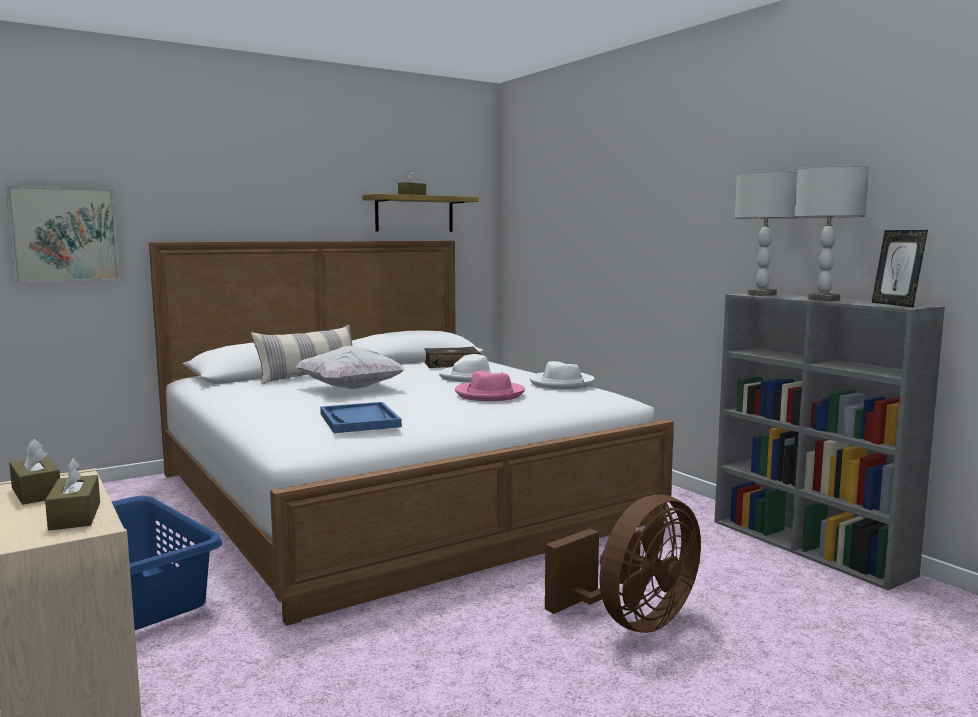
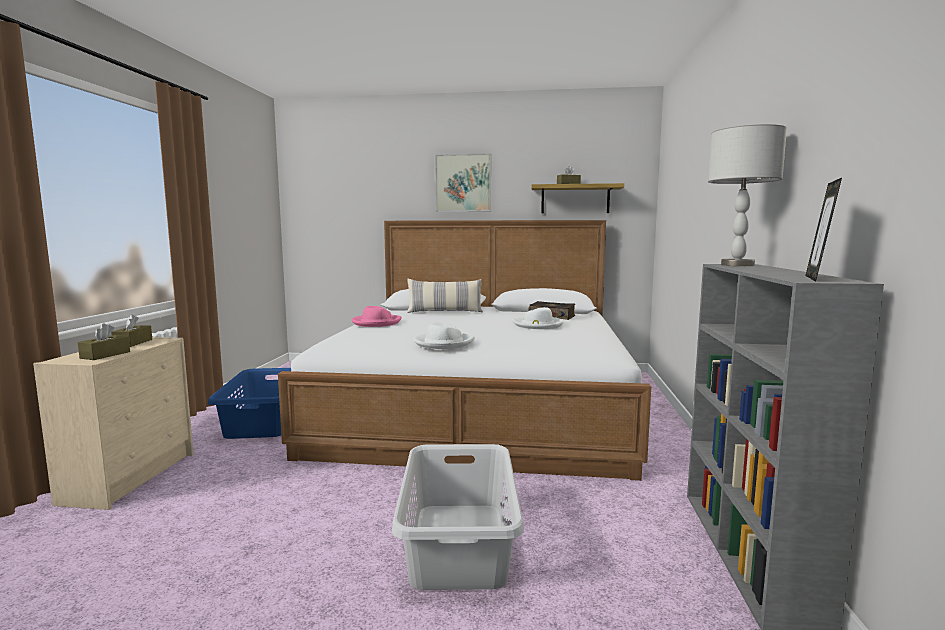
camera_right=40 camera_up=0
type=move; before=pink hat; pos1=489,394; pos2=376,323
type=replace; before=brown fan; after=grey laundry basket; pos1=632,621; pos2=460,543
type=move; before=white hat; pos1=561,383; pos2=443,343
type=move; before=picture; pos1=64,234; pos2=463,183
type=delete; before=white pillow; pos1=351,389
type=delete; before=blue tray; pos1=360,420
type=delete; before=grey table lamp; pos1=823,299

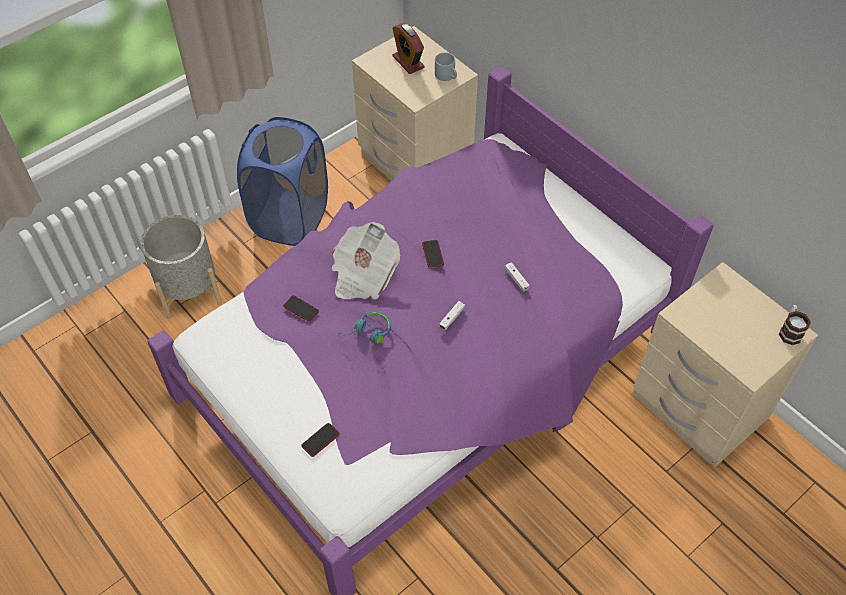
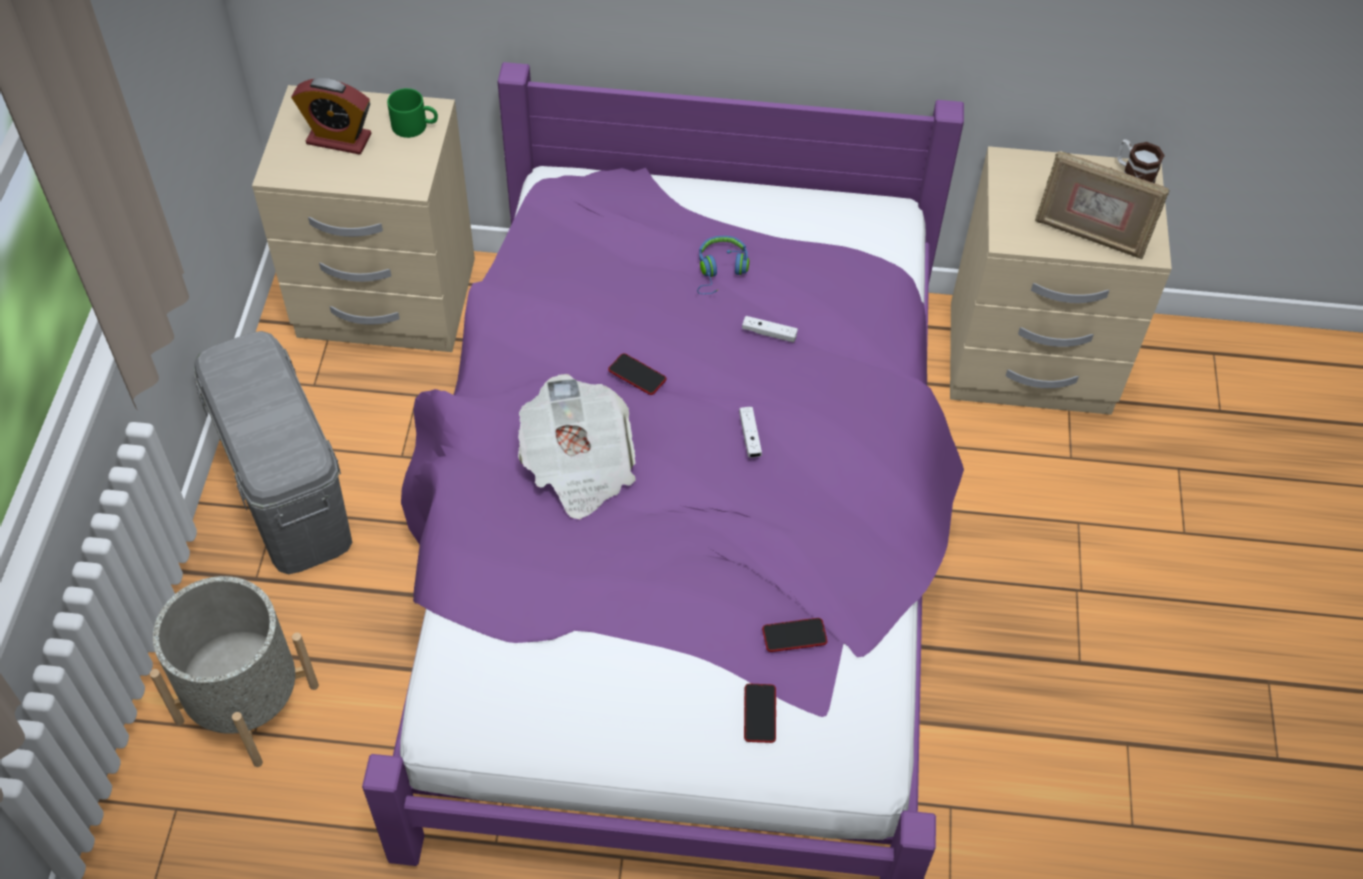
camera_right=-45 camera_up=0
type=replace; before=blue laundry basket; after=grey storage box; pos1=290,219; pos2=289,495
type=recolor; before=grey mug; after=green mug; pos1=447,76; pos2=415,125
type=move; before=blue headphones; pos1=368,333; pos2=721,271
type=move; before=phone; pos1=301,309; pos2=794,635
type=insert; after=picture frame; pos2=1089,236

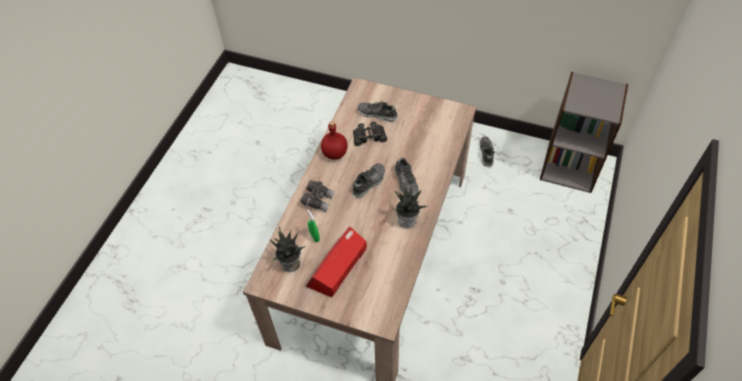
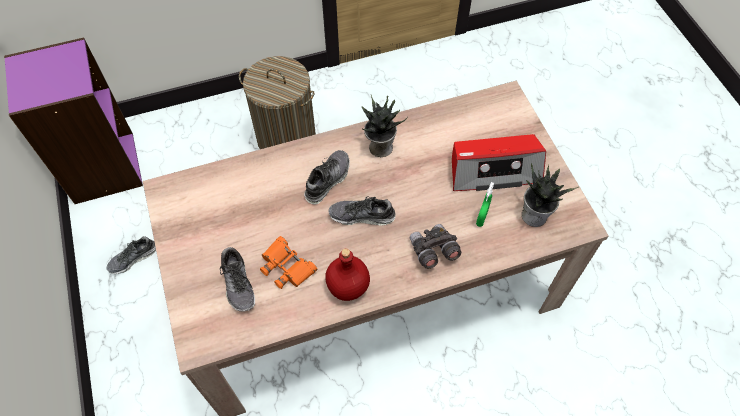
camera_right=-130 camera_up=5
type=recolor; before=grey bookcase; after=purple bookcase; pos1=569,167; pos2=103,168
type=insert; after=laundry basket; pos2=286,138
type=recolor; before=black binoculars; after=orange binoculars; pos1=369,136; pos2=287,266

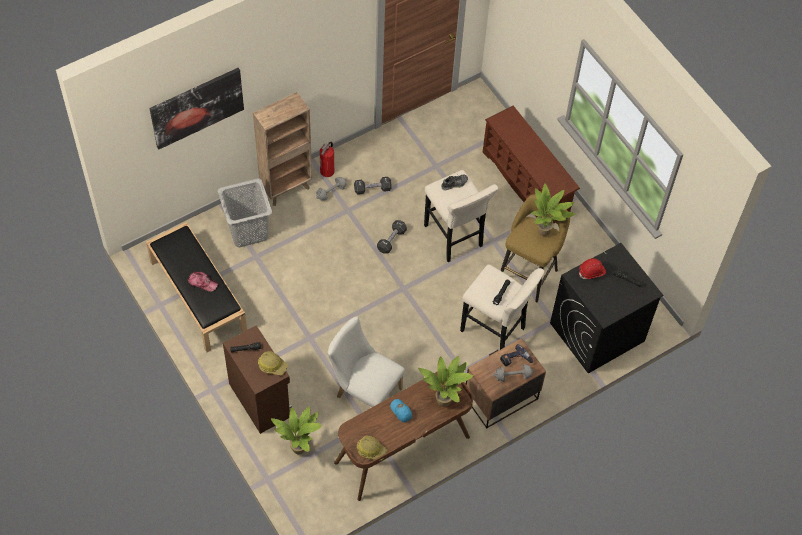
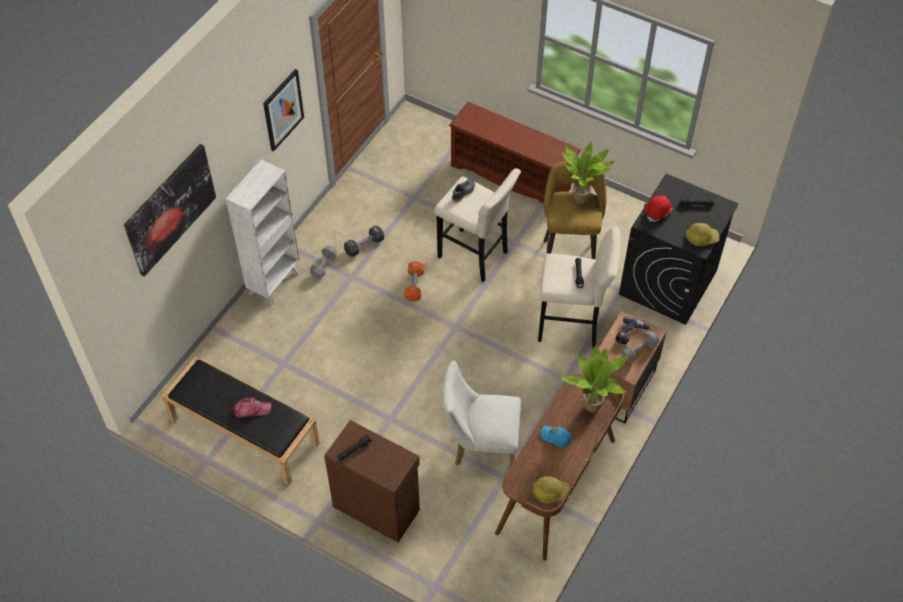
camera_right=-25 camera_up=-5
type=recolor; before=brown bookcase; after=white bookcase; pos1=286,188; pos2=275,282
type=insert; after=picture; pos2=283,110
type=recolor; before=black dumbbell; after=orange dumbbell; pos1=391,240; pos2=414,286
type=move; before=hard hat; pos1=272,365; pos2=701,237
type=delete; before=grey laundry basket; pos1=247,230
type=delete; before=potted plant; pos1=300,447
type=delete; before=fire extinguisher; pos1=327,171

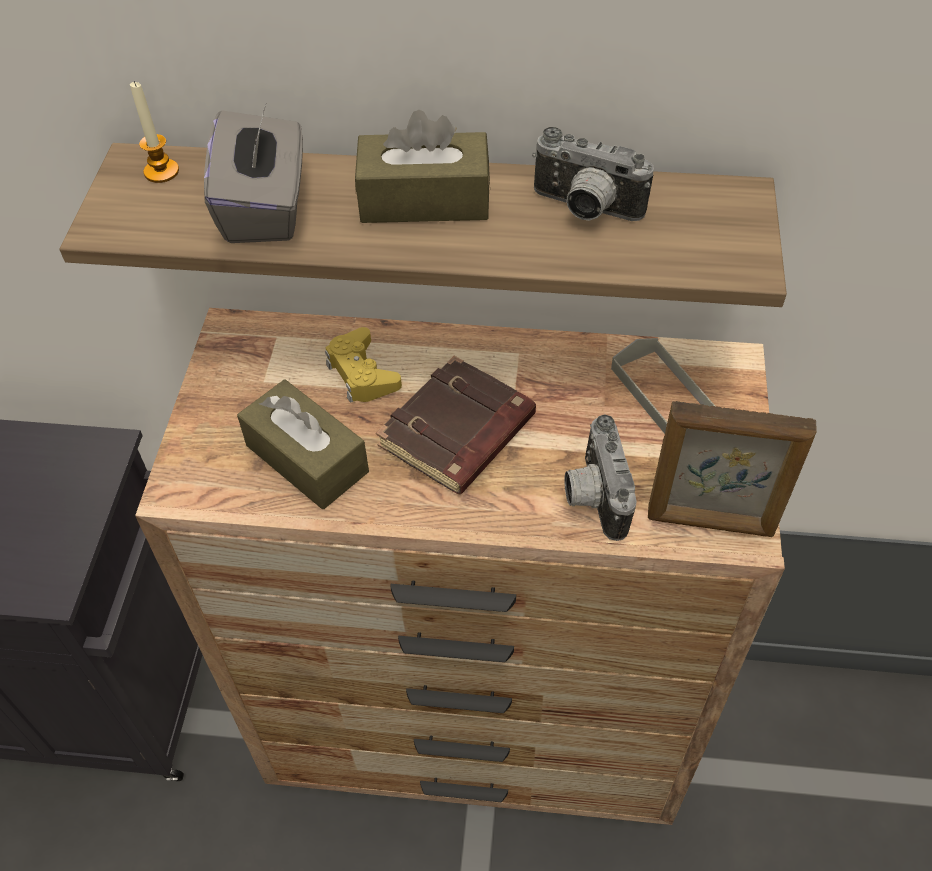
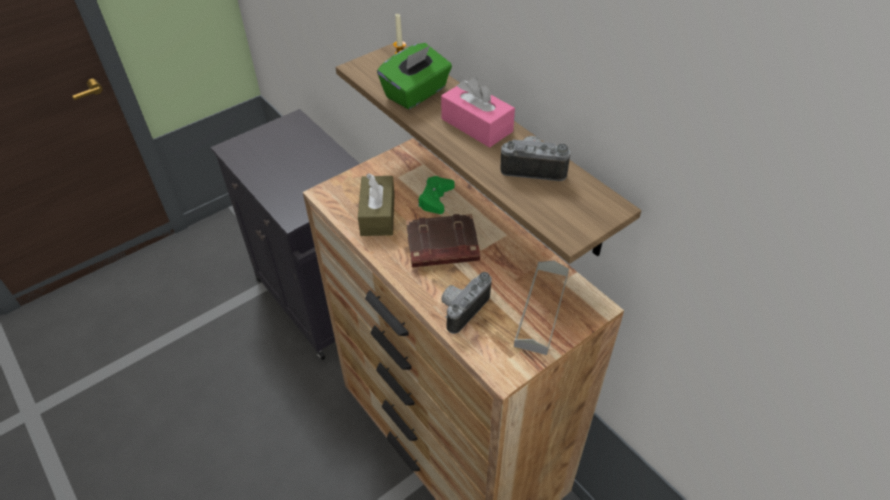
camera_right=45 camera_up=-5
type=recolor; before=grey tissue box; after=green tissue box; pos1=265,208; pos2=416,93
type=recolor; before=yellow game controller; after=green game controller; pos1=362,373; pos2=435,199
type=recolor; before=brown tissue box; after=pink tissue box; pos1=424,200; pos2=476,125
type=rotate; before=photo camera; pos1=584,210; pos2=533,168; turn=120
type=delete; before=picture frame; pos1=710,523

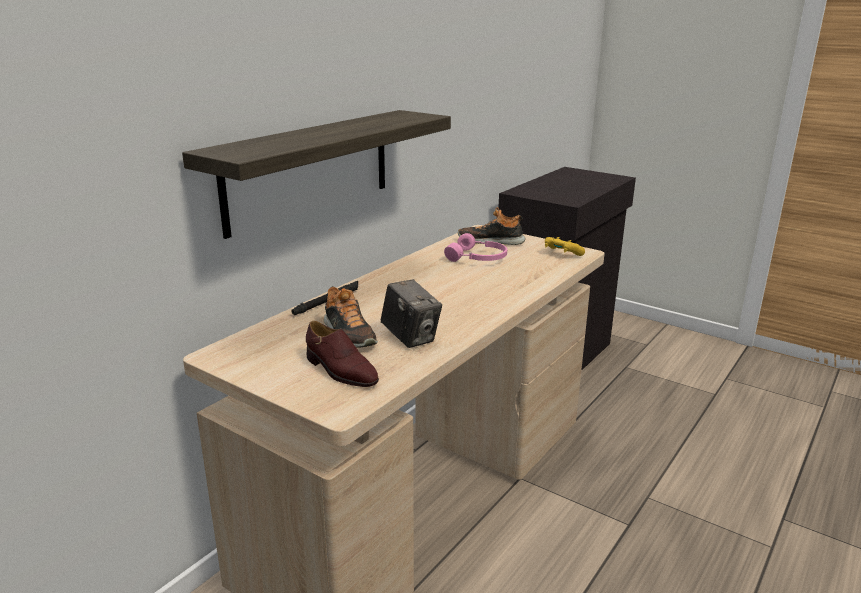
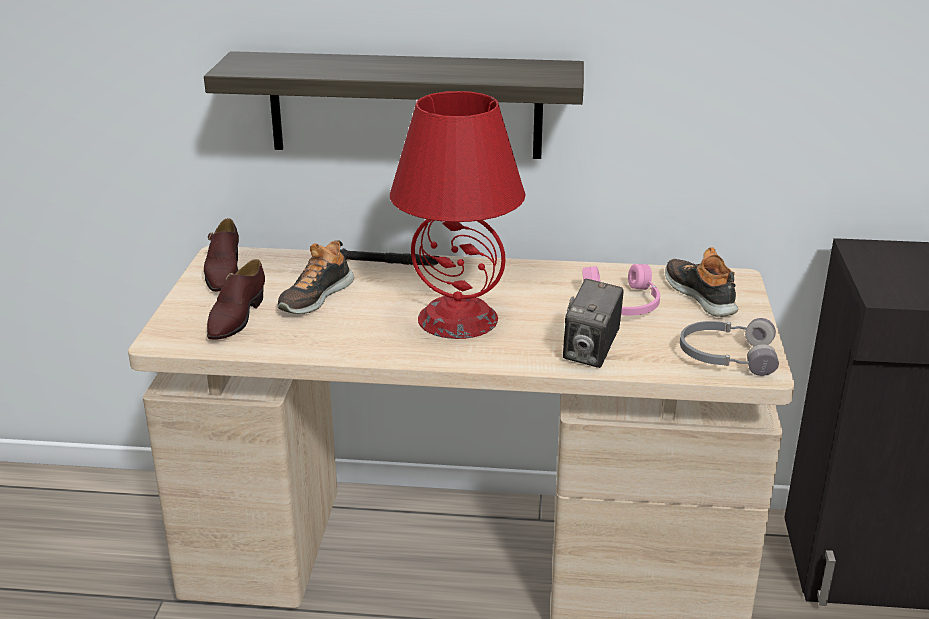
camera_right=60 camera_up=5
type=insert; after=brown shoe; pos2=223,272
type=insert; after=red table lamp; pos2=457,319
type=move; before=photo camera; pos1=410,338; pos2=591,353
type=replace; before=yellow game controller; after=grey headphones; pos1=561,254; pos2=726,356

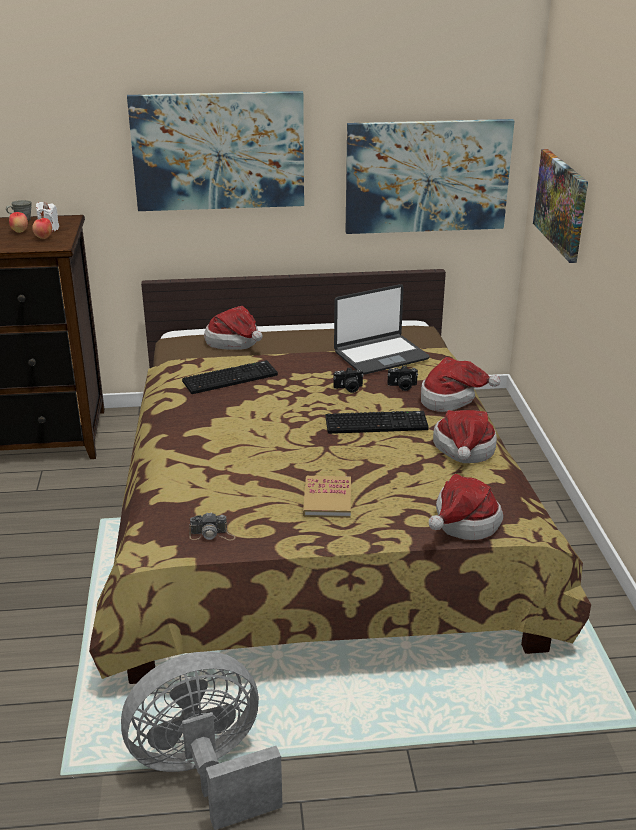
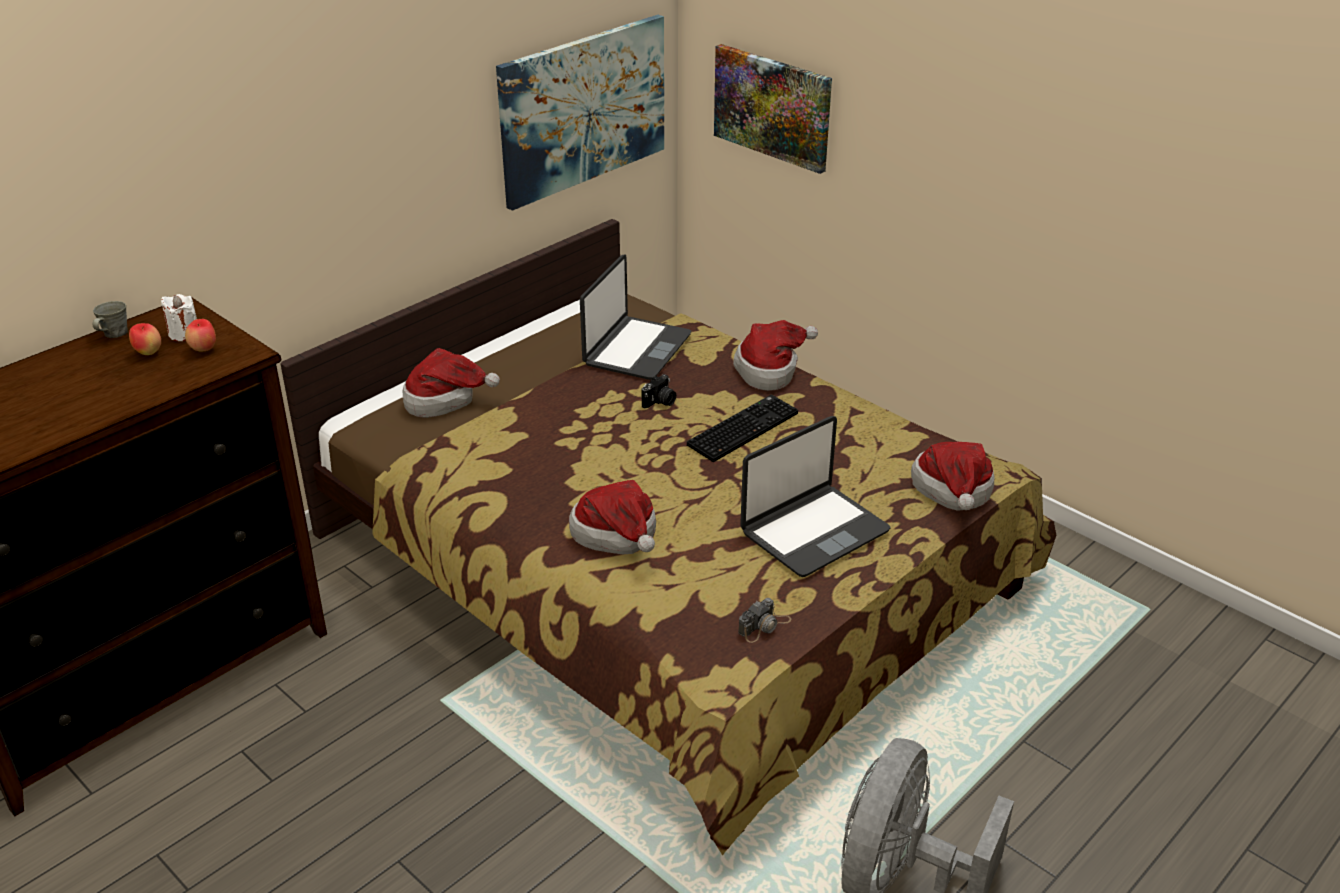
camera_right=-40 camera_up=5
type=move; before=hat; pos1=464,451; pos2=618,537
type=replace; before=book; after=laptop; pos1=327,499; pos2=813,531
type=delete; before=picture; pos1=218,151
type=delete; before=keyboard; pos1=230,378
type=delete; before=photo camera; pos1=402,386

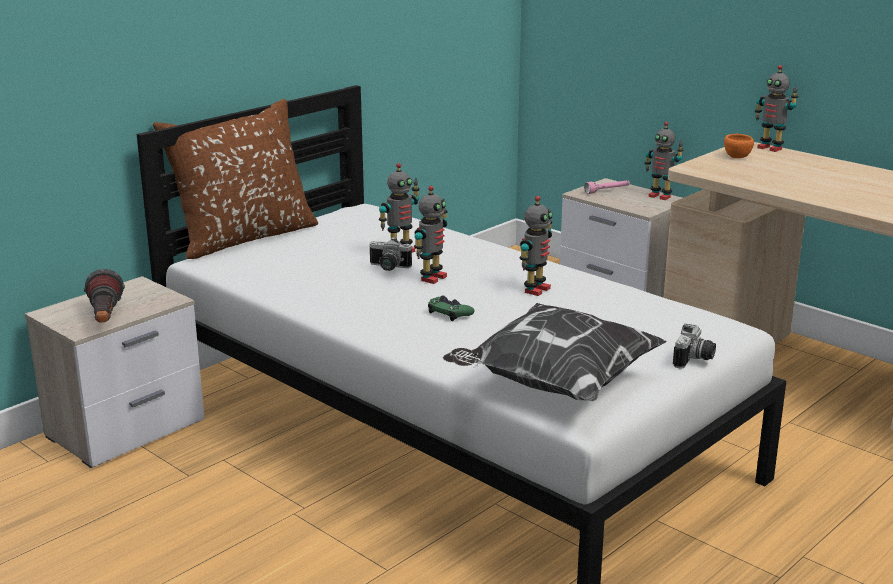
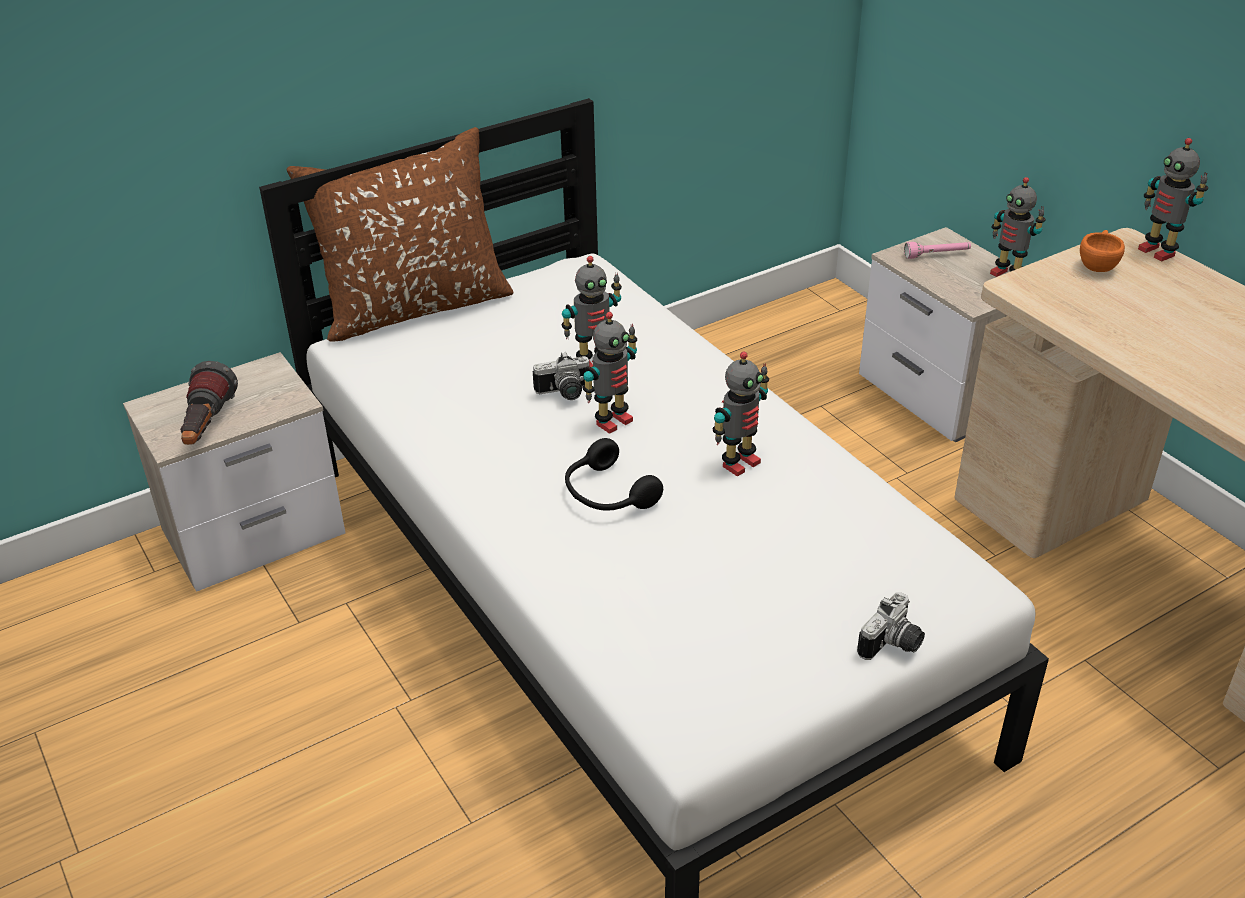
camera_right=15 camera_up=15
type=rotate; before=photo camera; pos1=388,268; pos2=564,393; turn=-45
type=replace; before=green game controller; after=black headphones; pos1=449,313; pos2=607,494
type=delete; before=pillow; pos1=554,385

